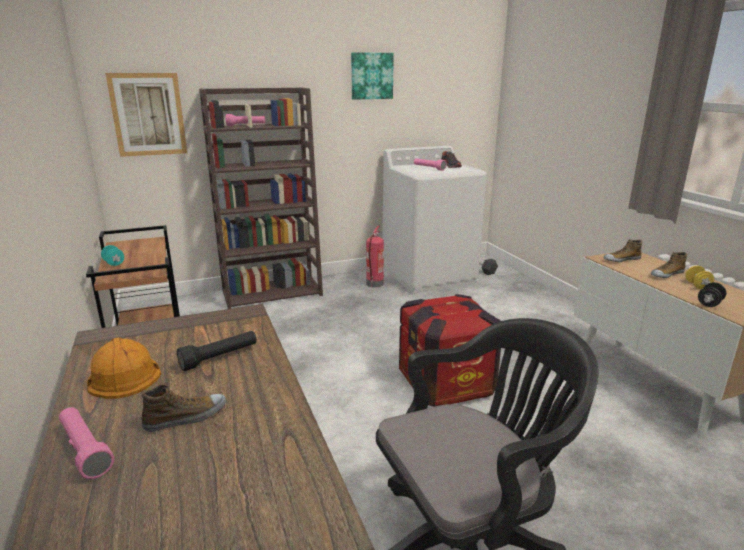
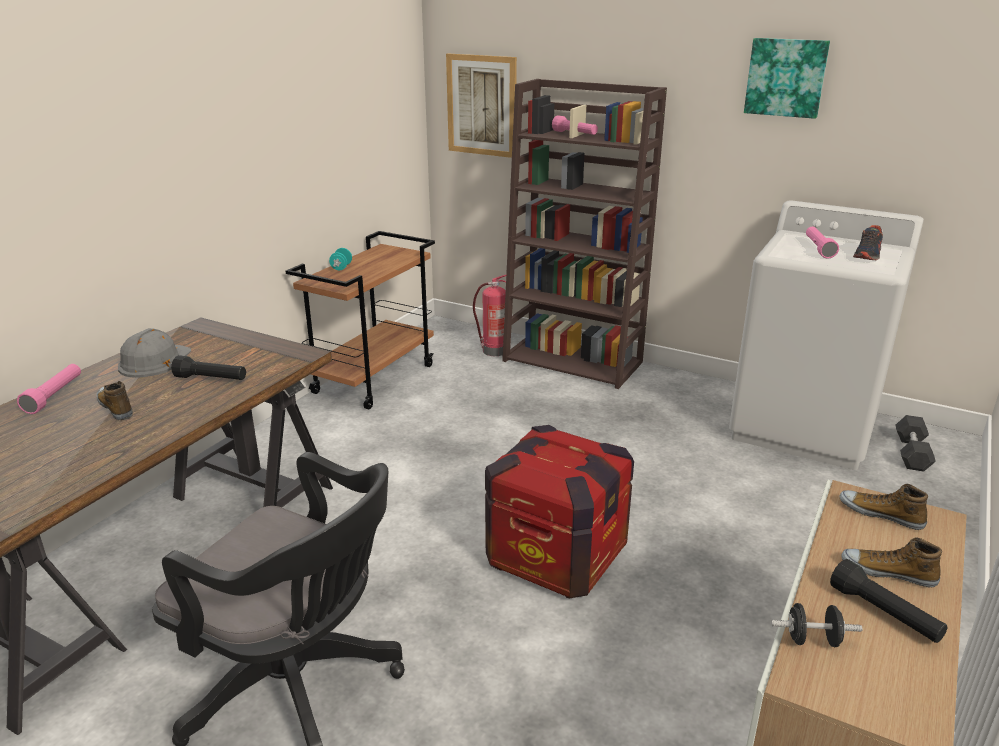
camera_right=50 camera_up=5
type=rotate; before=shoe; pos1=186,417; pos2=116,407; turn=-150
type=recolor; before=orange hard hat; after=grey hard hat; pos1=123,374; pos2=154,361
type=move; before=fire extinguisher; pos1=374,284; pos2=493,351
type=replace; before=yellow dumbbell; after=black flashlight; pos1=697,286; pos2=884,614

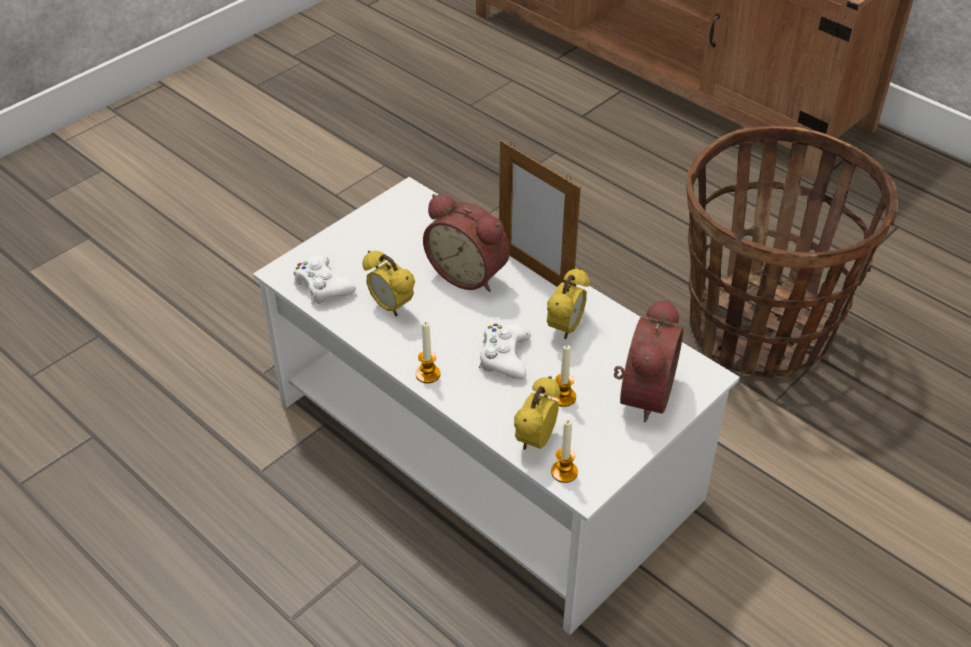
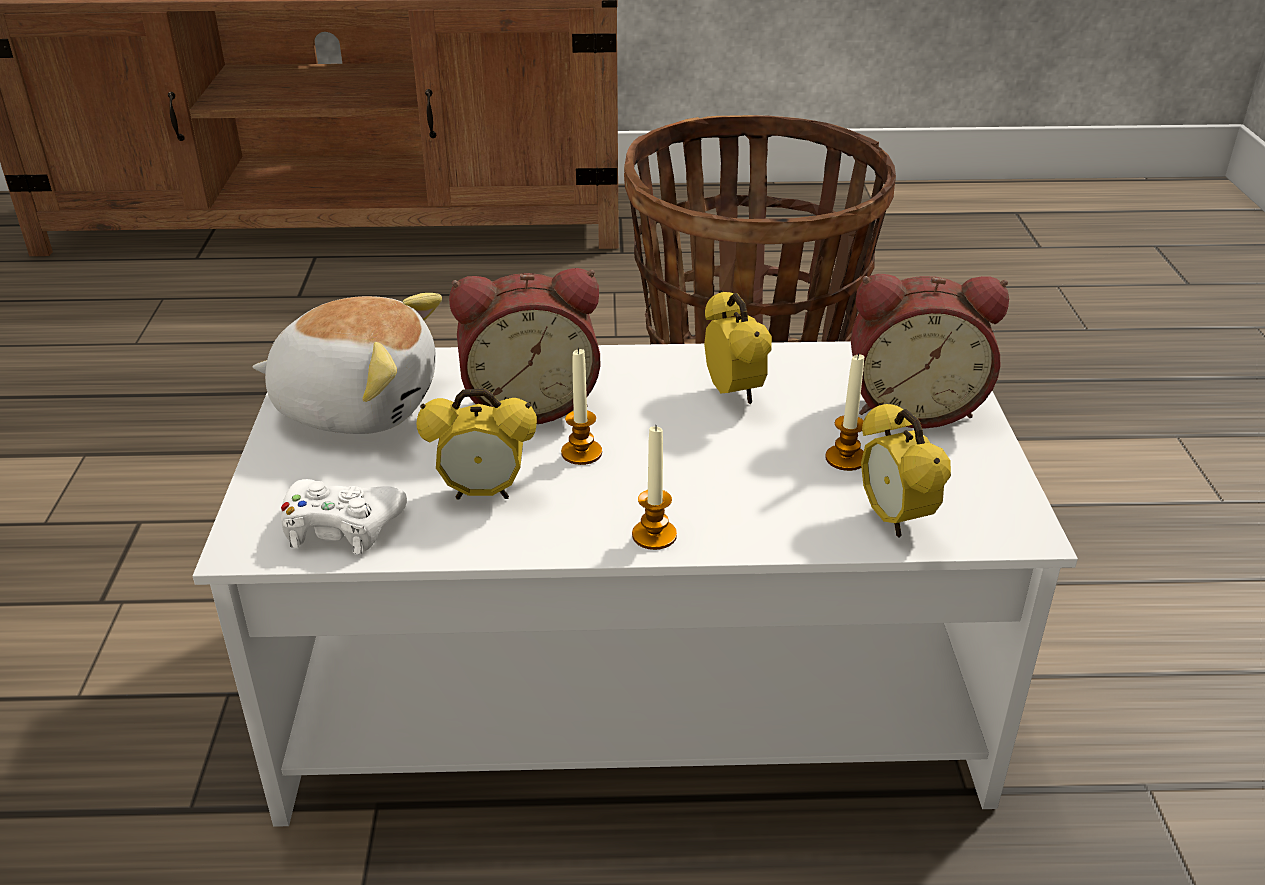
camera_right=-45 camera_up=-10
type=insert; after=plush toy; pos2=357,404
type=move; before=candle; pos1=564,472; pos2=581,453
type=rotate; before=alarm clock; pos1=641,394; pos2=913,406; turn=120
type=delete; before=white game controller; pos1=504,357
type=delete; before=picture frame; pos1=535,271

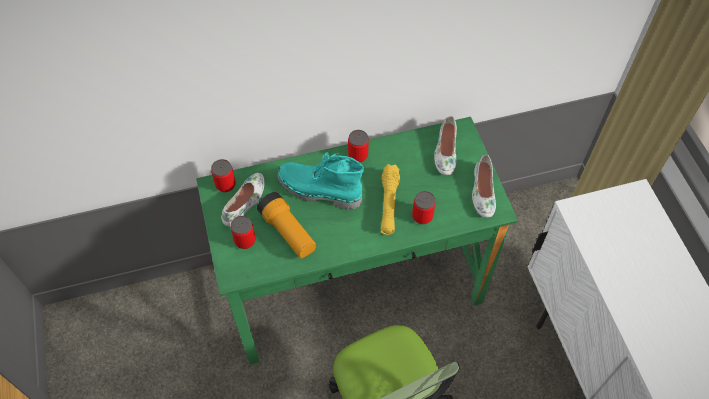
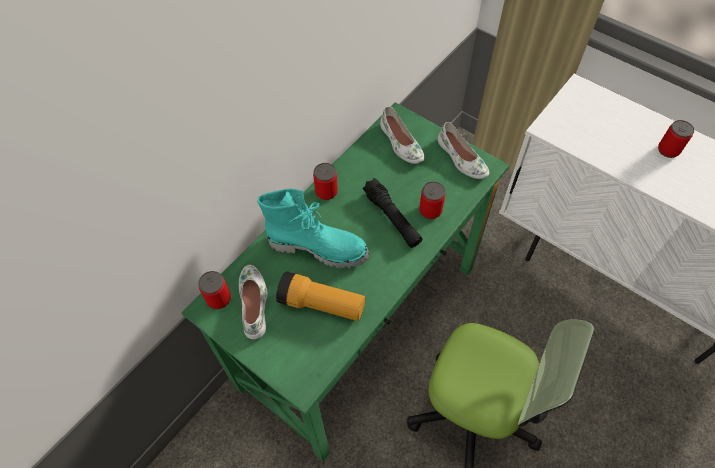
camera_right=-35 camera_up=0
type=rotate; before=turquoise boot; pos1=319,191; pos2=318,247; turn=-150
type=recolor; before=yellow flashlight; after=black flashlight; pos1=389,203; pos2=392,218
type=move; before=can; pos1=245,240; pos2=668,150

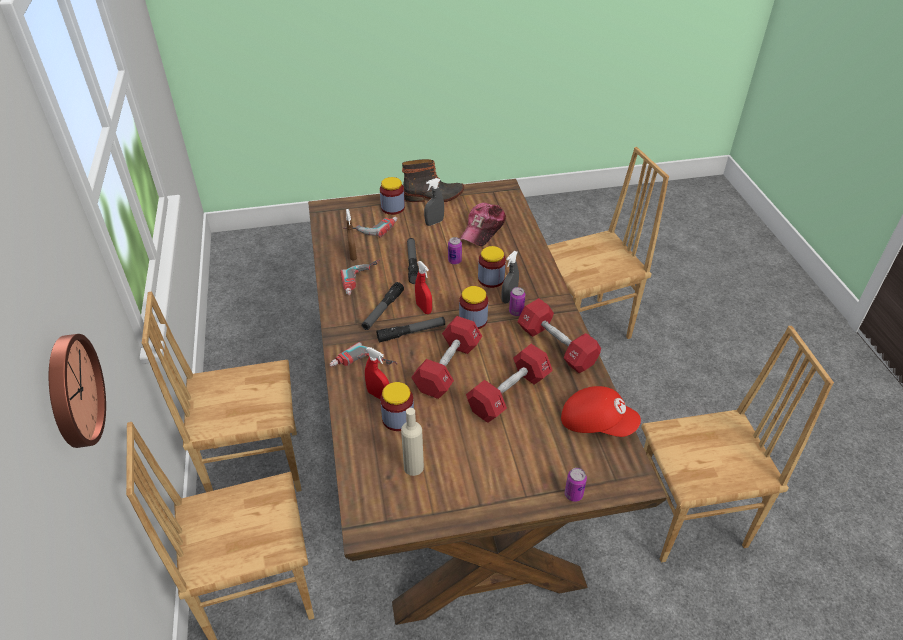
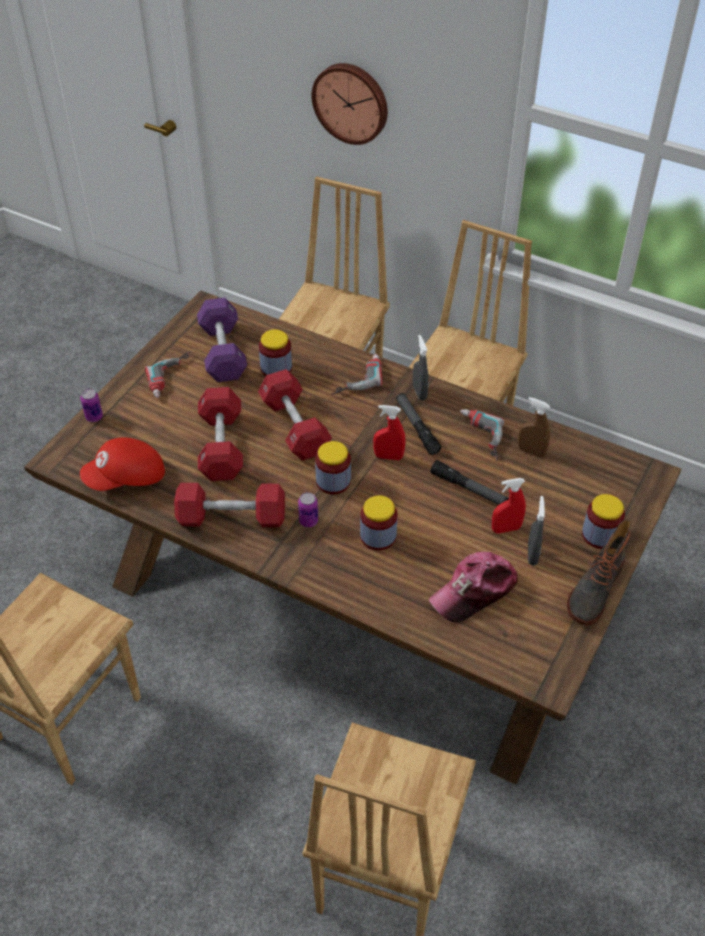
camera_right=130 camera_up=5
type=move; before=power drill; pos1=371,226; pos2=173,378
type=replace; before=beige bottle; after=purple dumbbell; pos1=413,467; pos2=223,352
type=move; before=grey spray bottle; pos1=509,298; pos2=419,392
type=rotate; before=cap; pos1=483,229; pos2=474,591; turn=-105
type=move; before=red spray bottle; pos1=378,395; pos2=506,529
type=delete; before=flashlight; pos1=411,332
type=delete; before=can; pos1=454,261

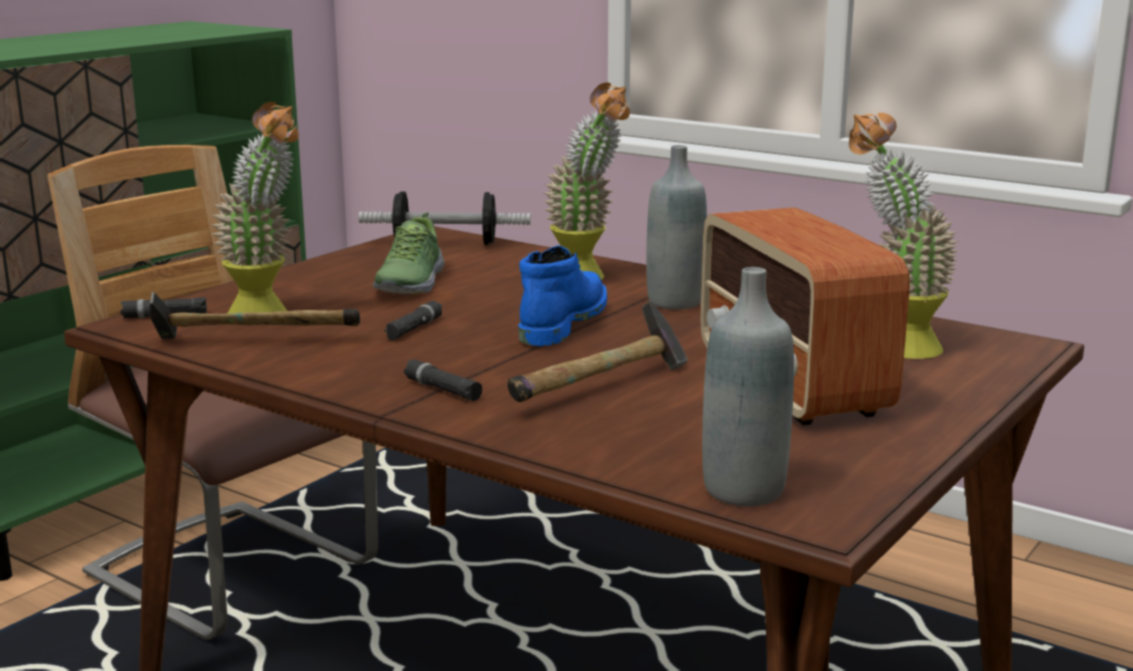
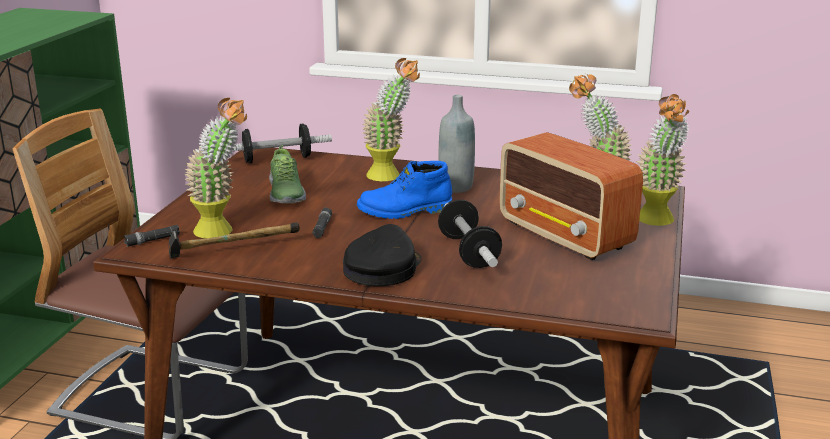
camera_right=-20 camera_up=5
type=replace; before=black flashlight; after=black cap; pos1=442,389; pos2=382,268
type=rotate; before=blue boot; pos1=560,323; pos2=405,211; turn=-105
type=replace; before=hammer; after=dumbbell; pos1=602,387; pos2=468,252
type=insert; after=potted plant; pos2=657,222
type=delete; before=grey bottle; pos1=743,491

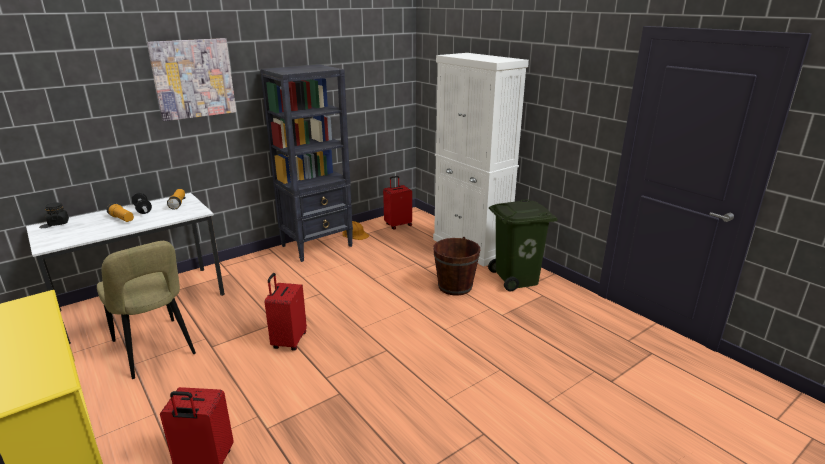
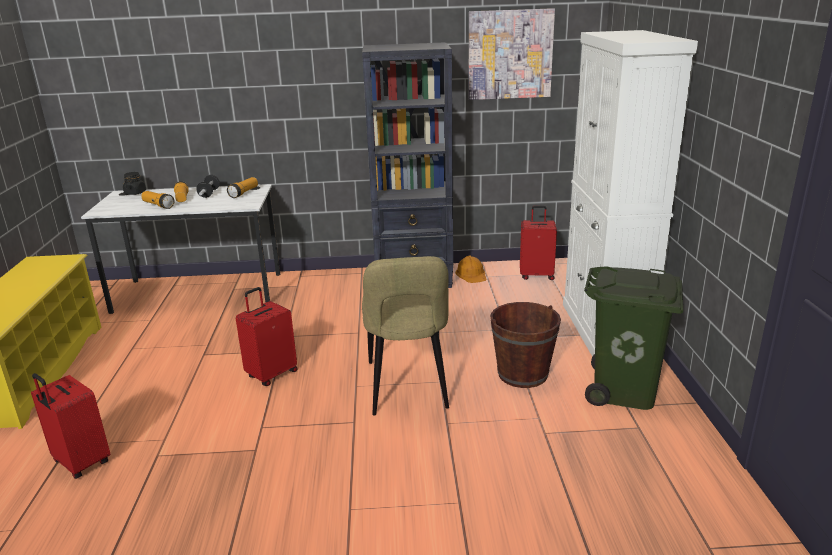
camera_right=35 camera_up=0
type=insert; after=flashlight; pos2=158,205
type=move; before=beige chair; pos1=155,350; pos2=407,388
type=move; before=picture; pos1=193,79; pos2=510,54

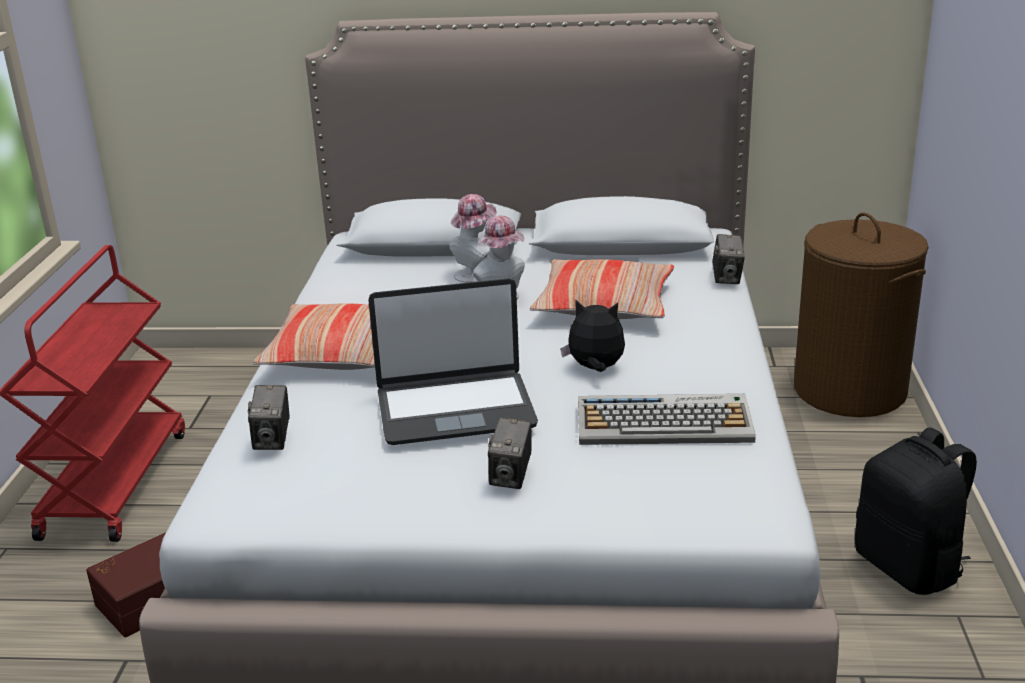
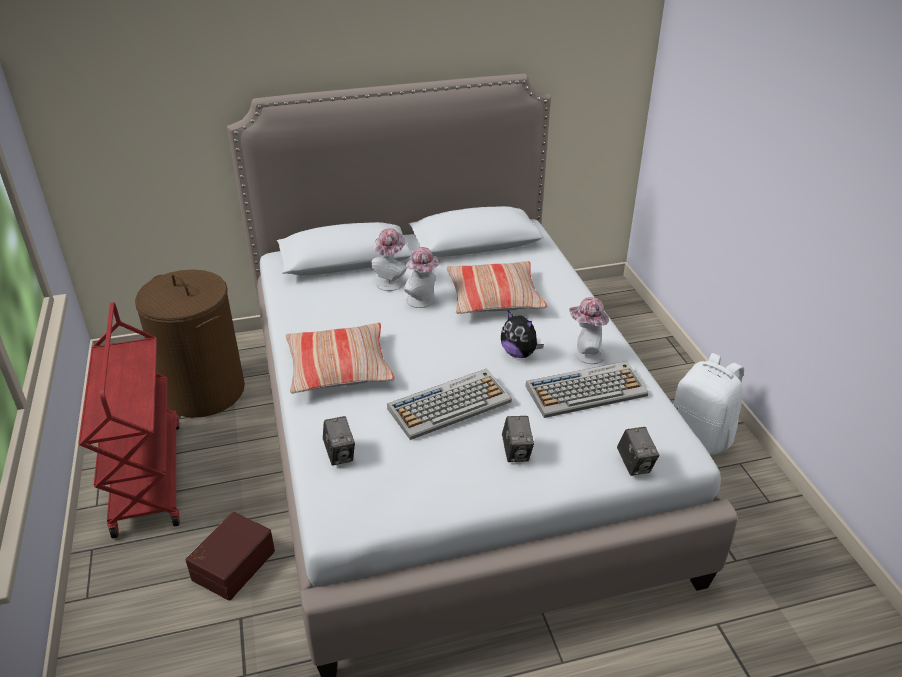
camera_right=-20 camera_up=10
type=move; before=brown laundry basket; pos1=850,390; pos2=204,391
type=replace; before=laptop; after=keyboard; pos1=455,409; pos2=450,404
type=rotate; before=plush toy; pos1=595,369; pos2=519,353; turn=-135
type=insert; after=hat; pos2=585,355
type=move; before=photo camera; pos1=727,278; pos2=635,464
type=recolor; before=black backpack; after=white backpack; pos1=909,567; pos2=701,436

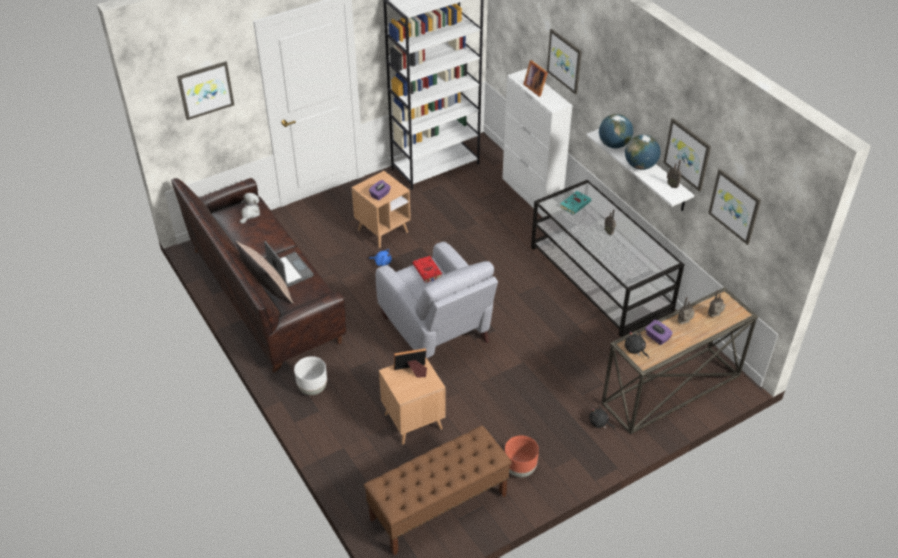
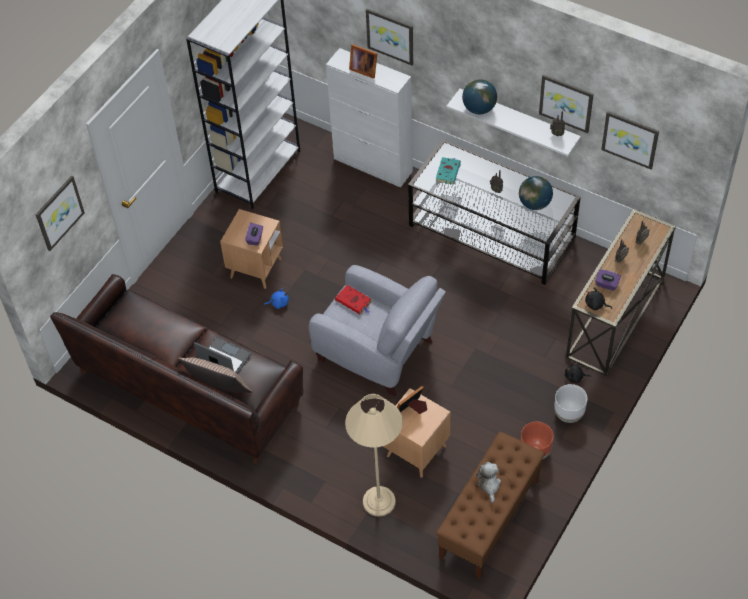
camera_right=-25 camera_up=10
type=insert; after=beige floor lamp; pos2=379,501
type=move; before=plush toy; pos1=250,214; pos2=489,485
type=move; before=globe; pos1=640,166; pos2=535,203
type=move; before=white planter; pos1=312,388; pos2=568,414

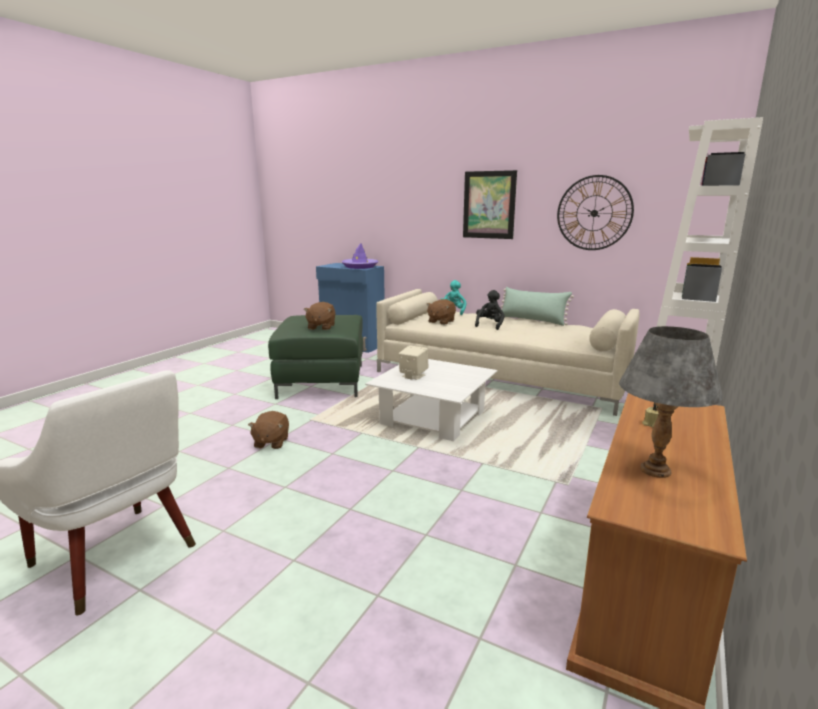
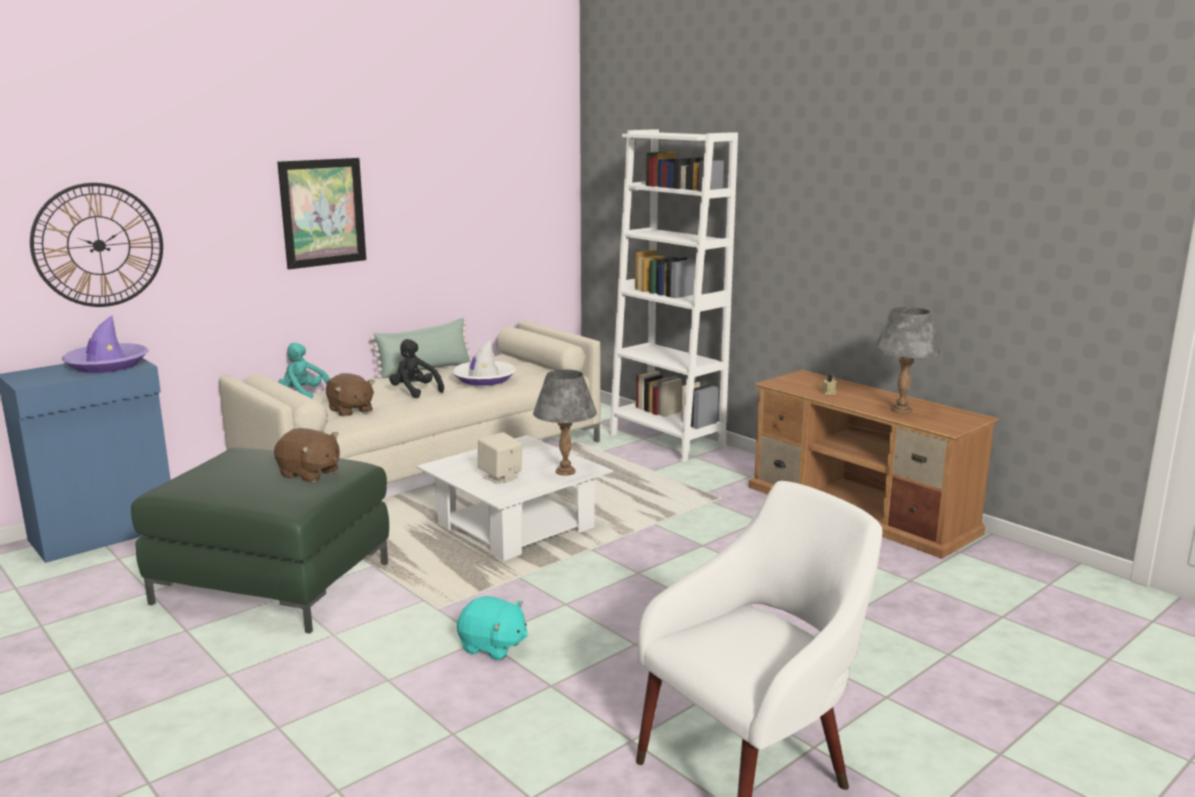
camera_right=-70 camera_up=0
type=move; before=wall clock; pos1=594,213; pos2=99,245
type=insert; after=white hat; pos2=484,379
type=recolor; before=brown plush toy; after=turquoise plush toy; pos1=271,442; pos2=493,647
type=insert; after=grey table lamp; pos2=566,471

